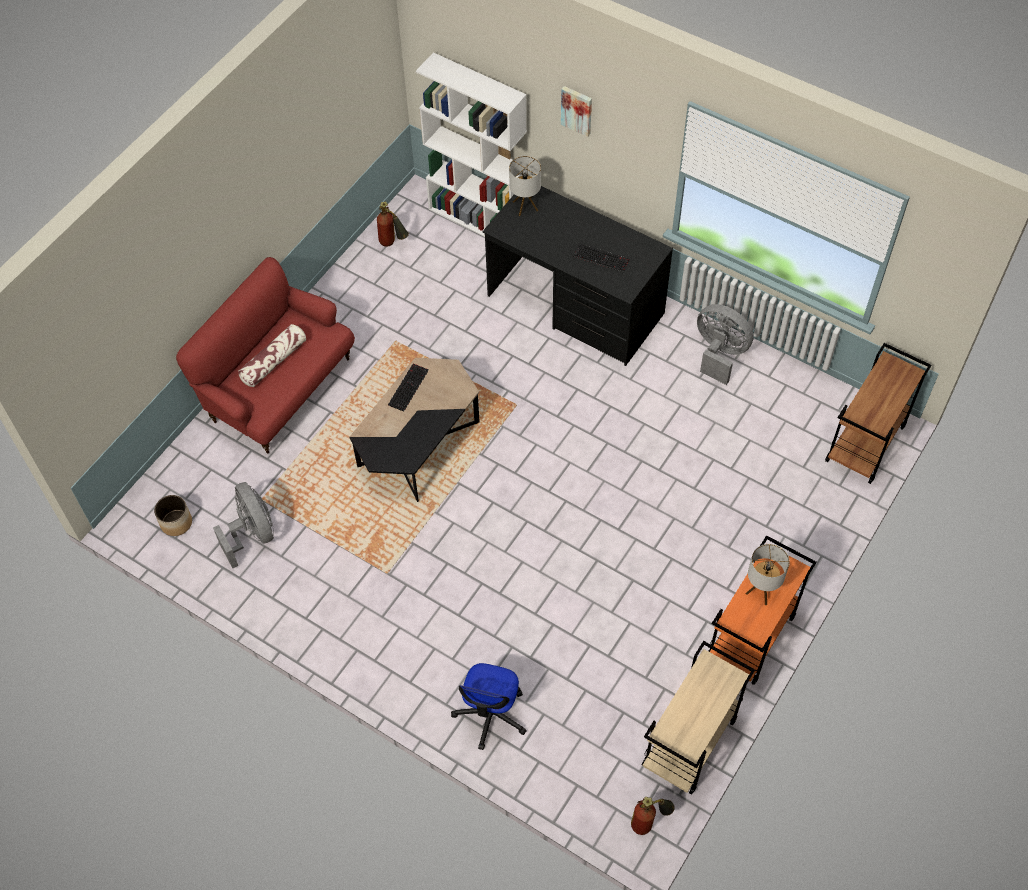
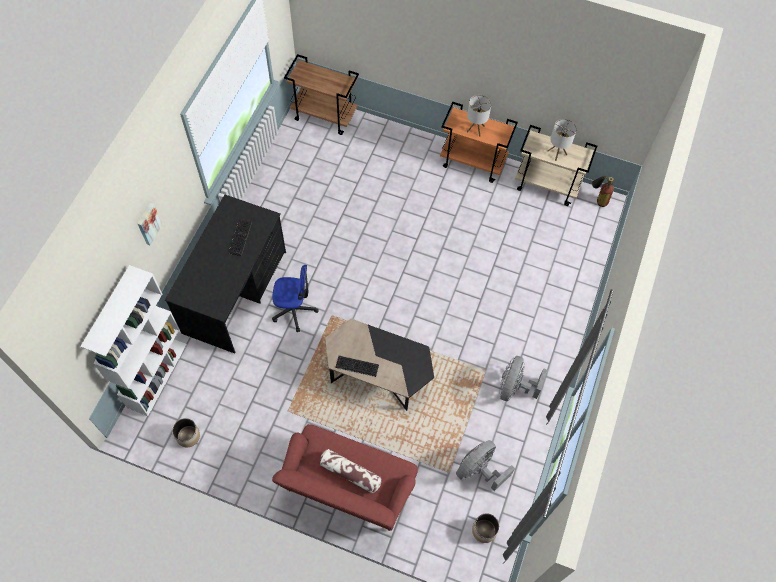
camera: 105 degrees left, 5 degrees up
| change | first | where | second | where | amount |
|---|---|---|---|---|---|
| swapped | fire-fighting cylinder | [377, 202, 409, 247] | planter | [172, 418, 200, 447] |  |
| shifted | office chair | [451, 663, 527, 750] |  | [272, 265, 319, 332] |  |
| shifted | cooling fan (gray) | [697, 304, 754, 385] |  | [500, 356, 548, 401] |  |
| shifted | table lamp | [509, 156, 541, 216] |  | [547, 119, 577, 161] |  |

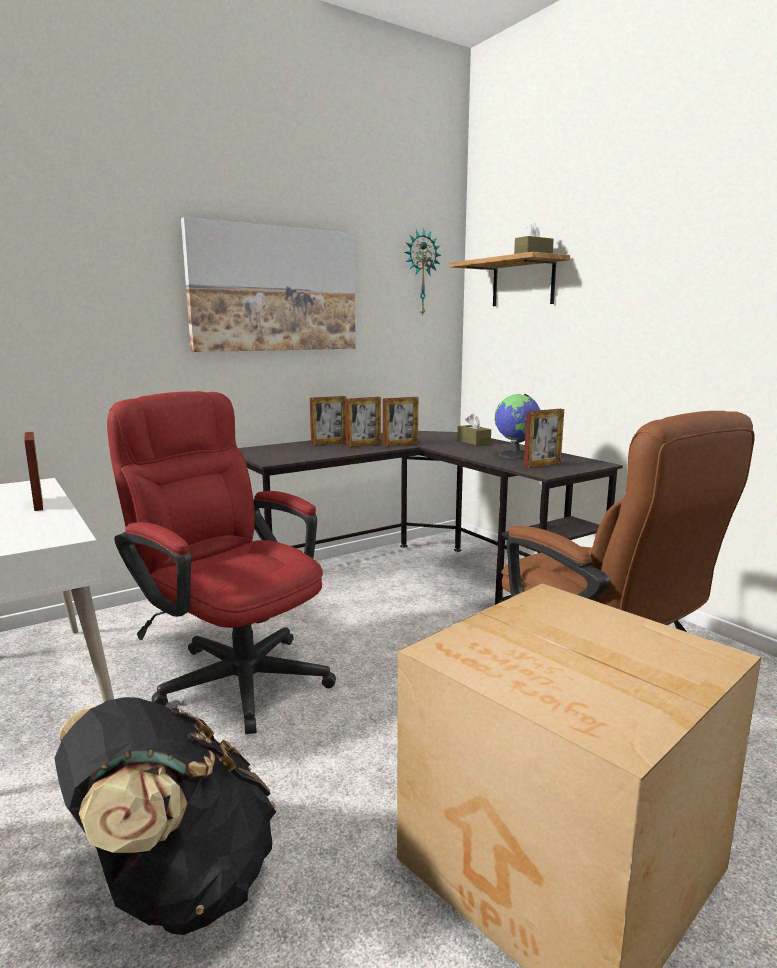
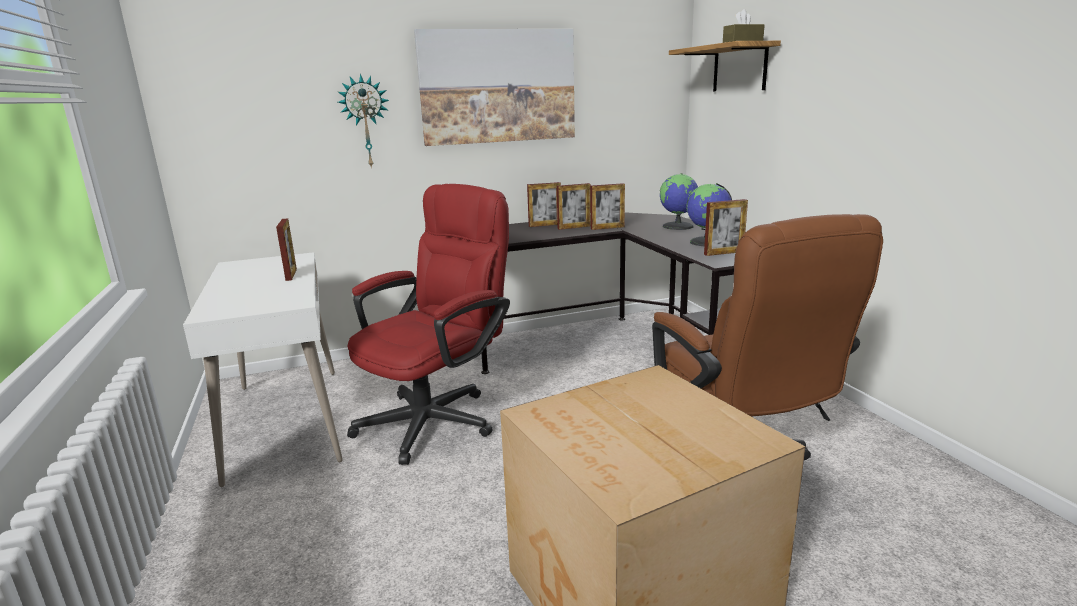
camera: 15 degrees right, 5 degrees up
| change | first | where | second | where | amount |
|---|---|---|---|---|---|
| shifted | clock on the wall | [405, 229, 441, 317] |  | [338, 74, 389, 169] |  |
| rotated | office chair (reddish) | [107, 391, 336, 734] |  | [347, 184, 510, 465] | 75 degrees clockwise |
| swapped | box of tissues (brown-coloured) | [457, 413, 491, 446] | desk globe | [660, 173, 698, 230] |  |
| gone | rucksack (blackish) | [54, 697, 276, 935] |  |  |  |

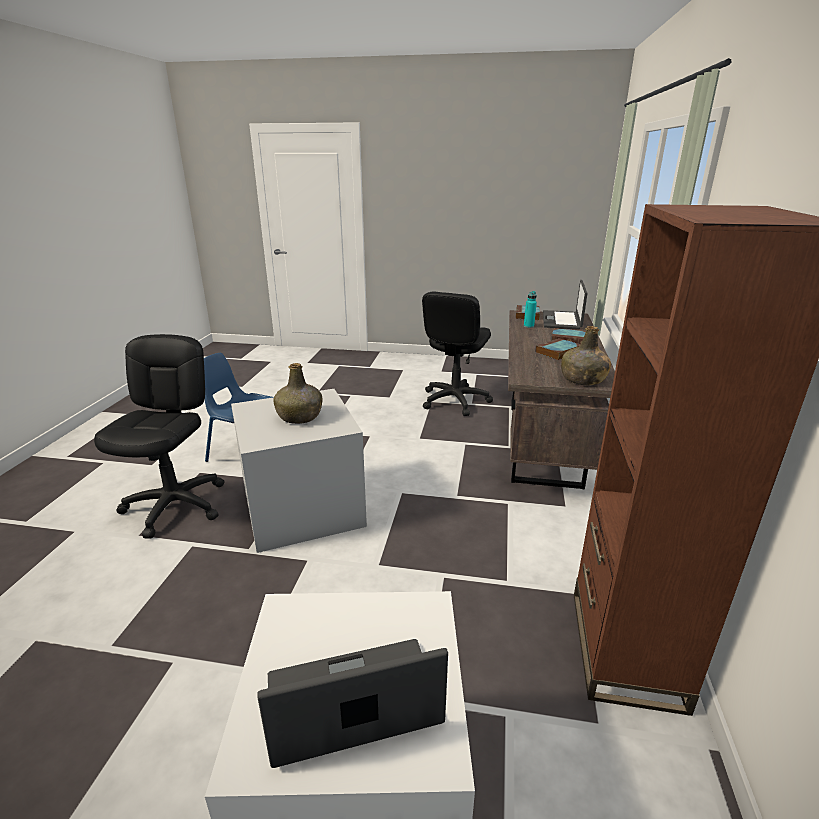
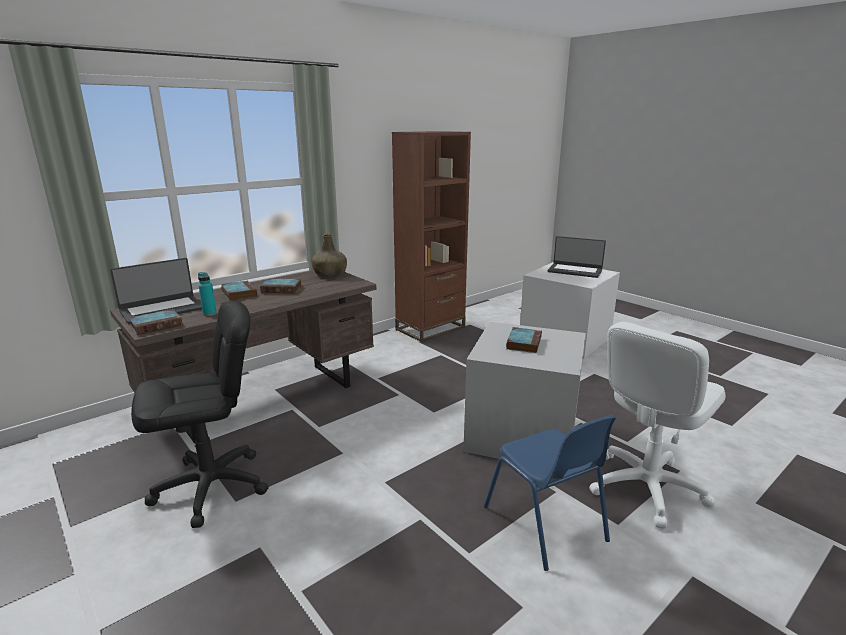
camera: 140 degrees left, 5 degrees down
| change | first | where | second | where | amount |
|---|---|---|---|---|---|
| swapped | beverage bottle (green-coloured) | [273, 363, 323, 424] | book | [506, 327, 542, 353] |  |
| repainted | office chair (blackish) | [94, 334, 224, 539] | office chair (whitish) | [589, 322, 726, 529] |  |

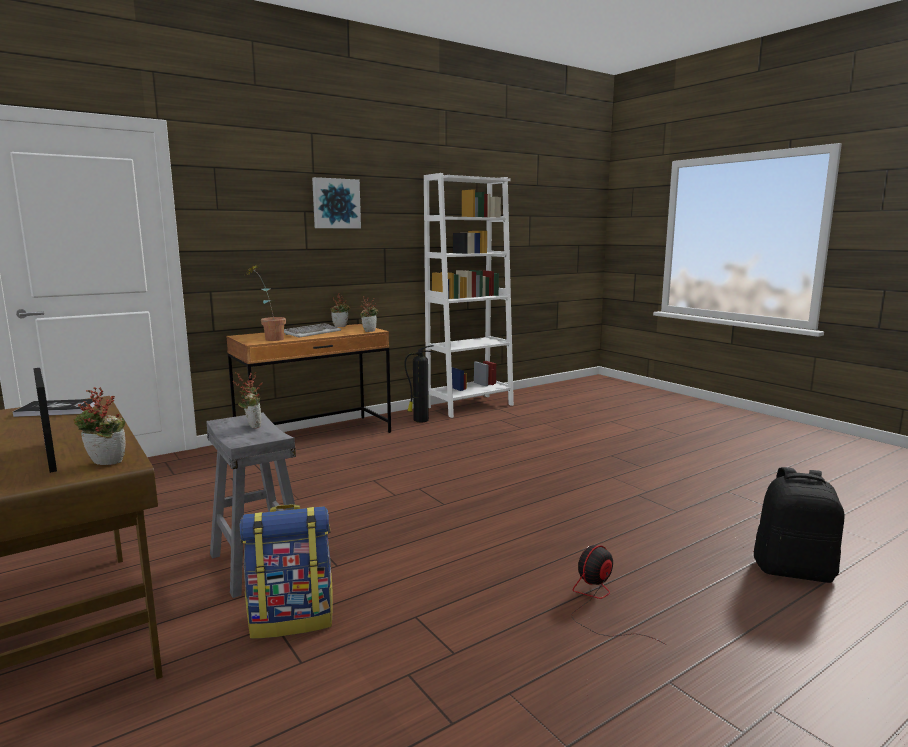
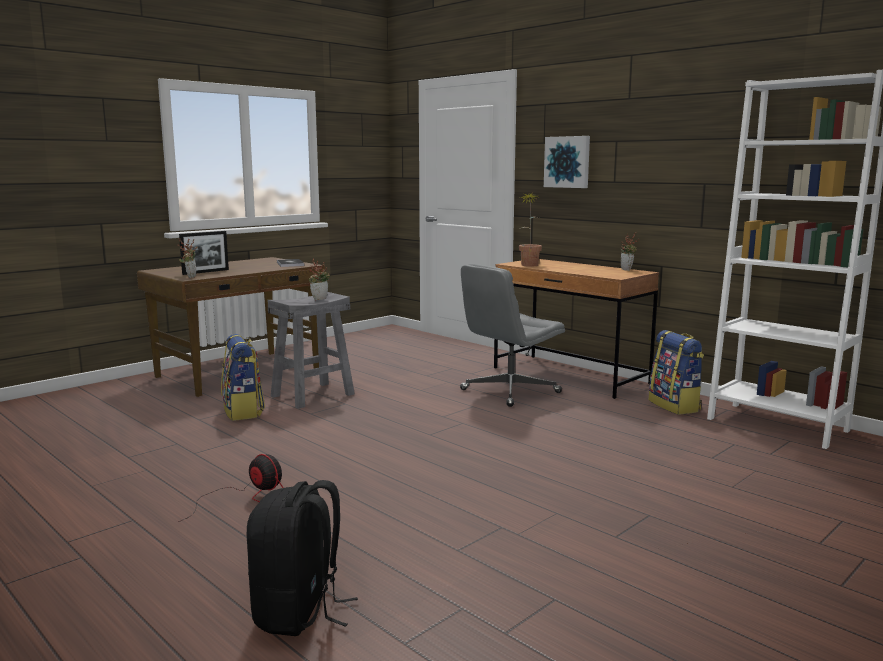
camera: 80 degrees right, 0 degrees up
| change | first | where | second | where | amount |
|---|---|---|---|---|---|
| new |  |  | office chair (gray) | [460, 264, 565, 407] |  |
| shifted | wall picture | [312, 177, 361, 228] |  | [544, 136, 590, 188] |  |
| swapped | fire-fighting cylinder | [405, 345, 434, 422] | rucksack | [649, 330, 704, 415] |  |
| gone | keyboard | [284, 323, 341, 338] |  |  |  |
| gone | houseplant | [360, 296, 378, 332] |  |  |  |

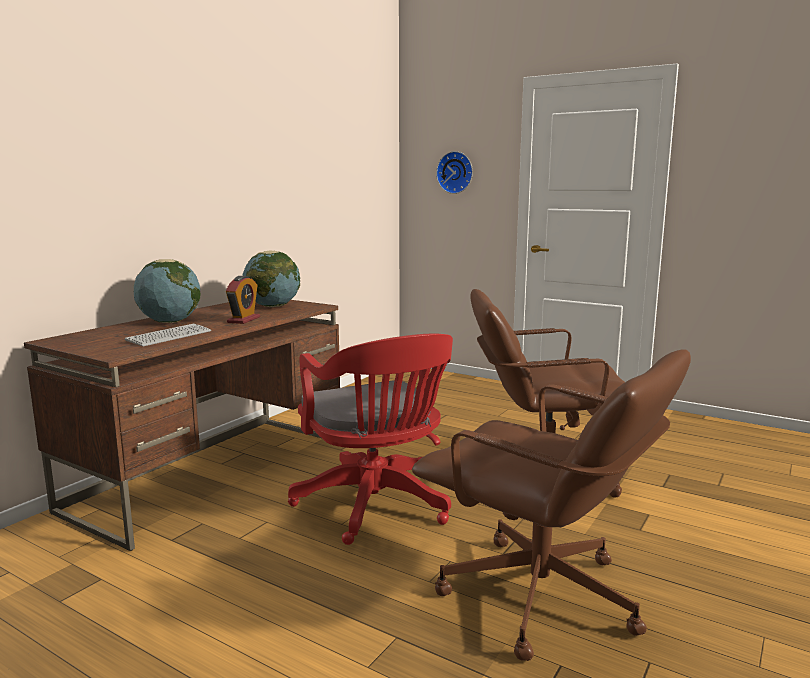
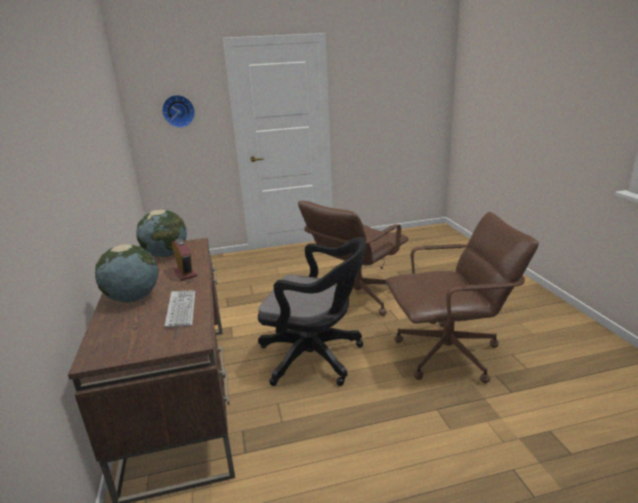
camera: 45 degrees left, 10 degrees up
| change | first | where | second | where | amount |
|---|---|---|---|---|---|
| repainted | office chair (reddish) | [288, 333, 453, 545] | office chair (blackish) | [258, 237, 366, 386] |  |

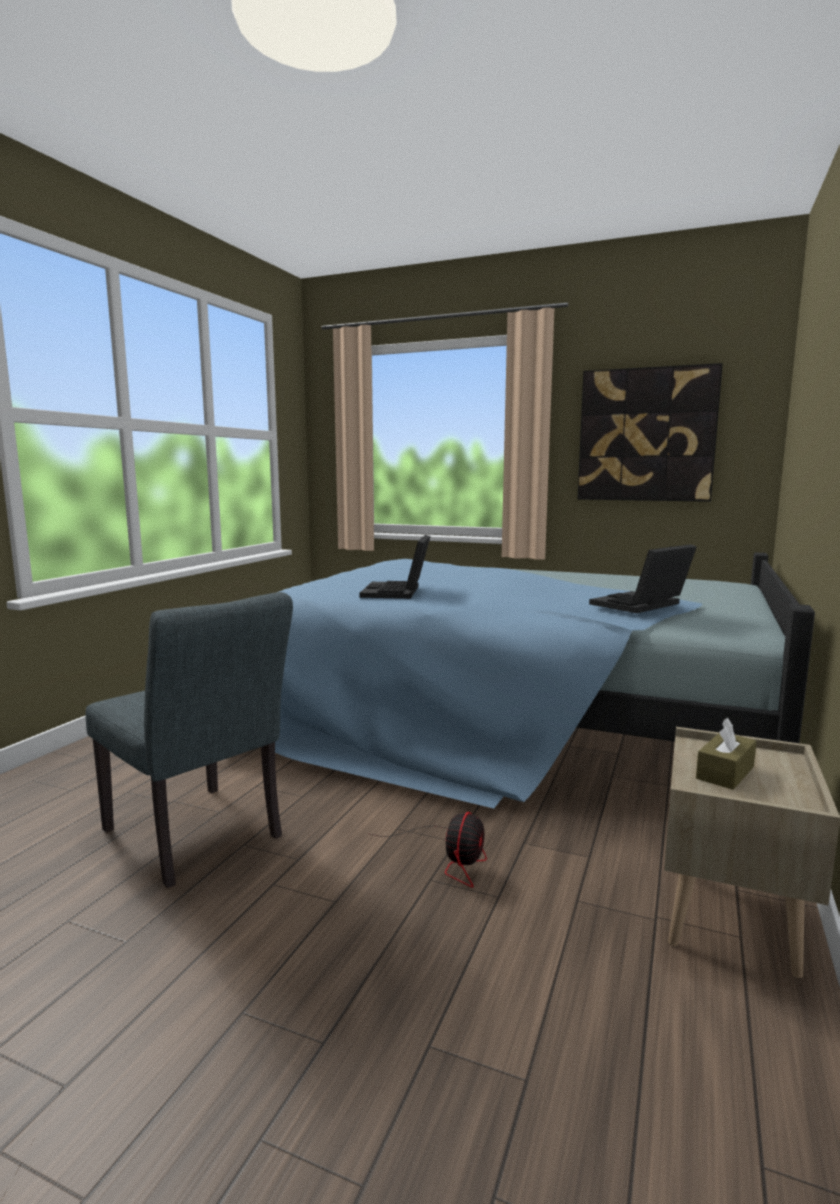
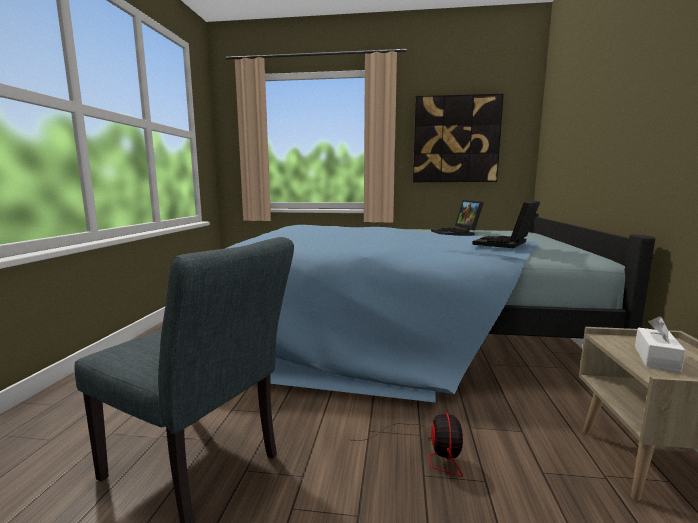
camera: 15 degrees left, 0 degrees up
| change | first | where | second | where | amount |
|---|---|---|---|---|---|
| shifted | portable computer | [359, 535, 430, 599] |  | [431, 200, 484, 236] |  |
| repainted | box of tissues (brown-coloured) | [696, 718, 757, 790] | box of tissues (whitish) | [635, 316, 686, 372] |  |

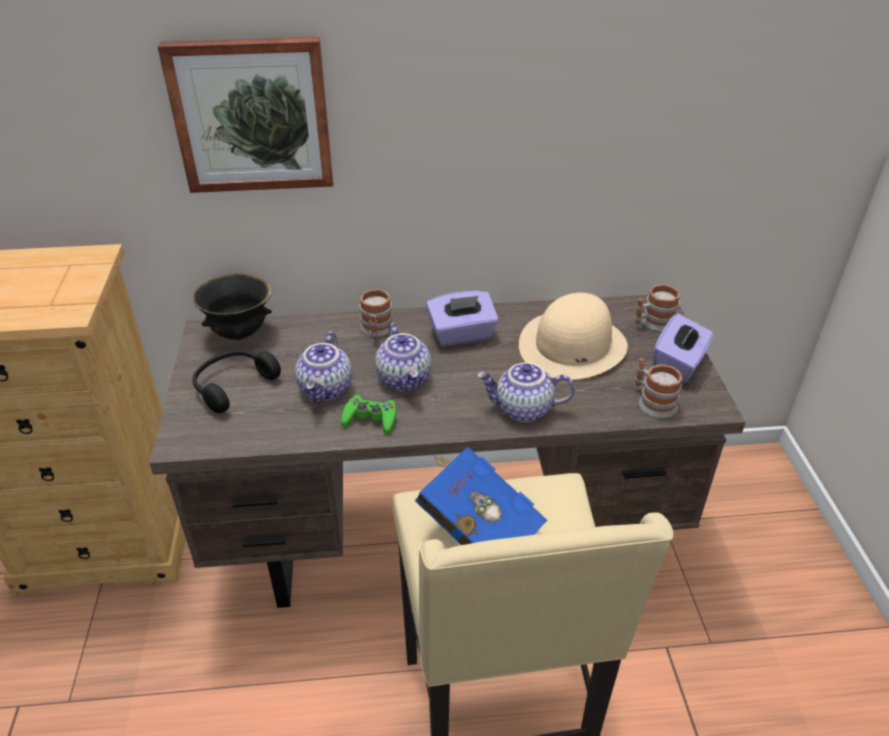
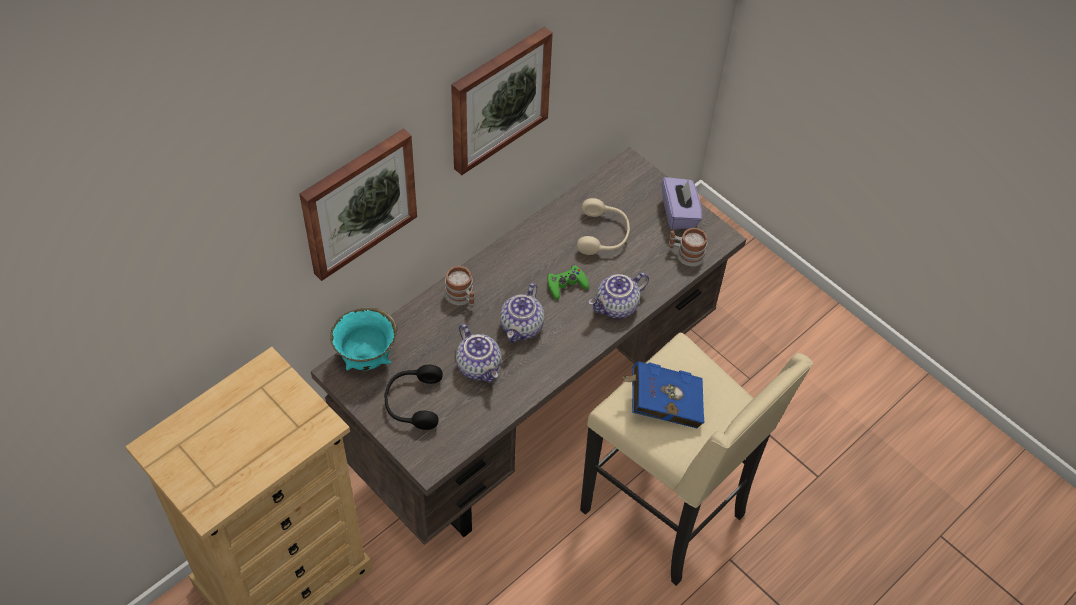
camera: 40 degrees left, 15 degrees up
| change | first | where | second | where | amount |
|---|---|---|---|---|---|
| repainted | deep dish (blackish) | [193, 273, 272, 340] | deep dish (blue-green) | [330, 308, 397, 370] |  |
| new |  |  | wall picture | [451, 26, 553, 175] |  |
| rotated | pot for tea | [375, 323, 431, 392] |  | [500, 283, 545, 342] | 75 degrees clockwise |
| shifted | game controller (green-coloured) | [341, 394, 396, 435] |  | [547, 265, 589, 300] |  |
| swapped | hat (beige) | [519, 293, 628, 380] | headset (beige) | [577, 198, 630, 255] |  |
| gone | box of tissues (purple) | [426, 291, 499, 346] |  |  |  |
| gone | mug | [634, 284, 680, 331] |  |  |  |

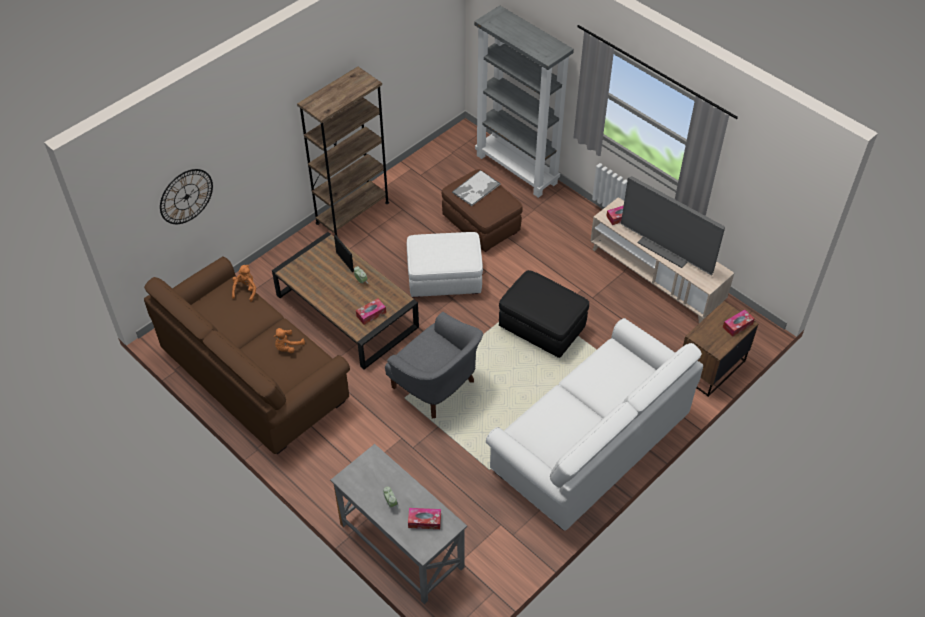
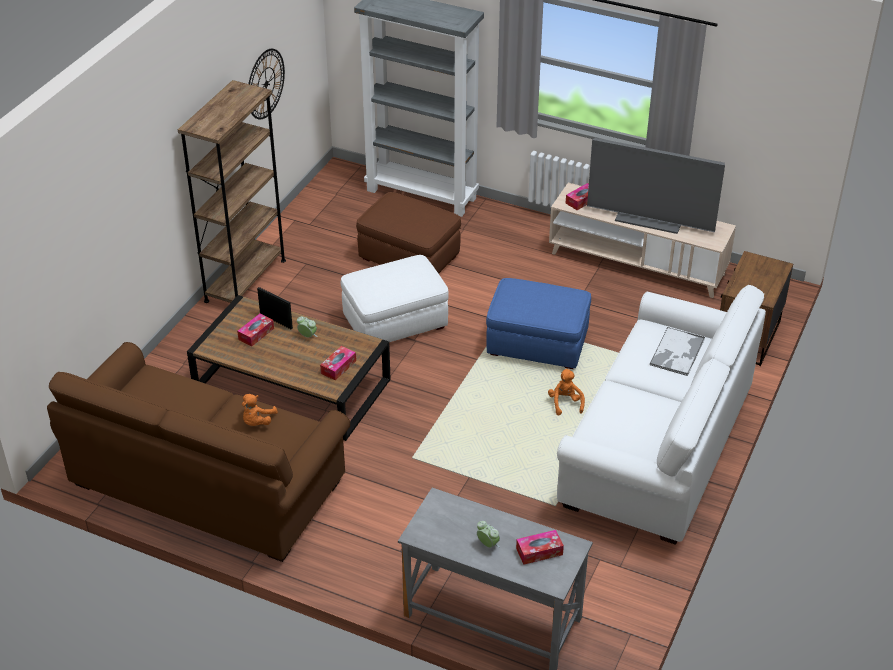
camera: 20 degrees left, 10 degrees down
| change | first | where | second | where | amount |
|---|---|---|---|---|---|
| shifted | box of tissues | [723, 309, 755, 337] |  | [237, 313, 274, 346] |  |
| shifted | clock on the wall | [160, 169, 213, 224] |  | [248, 49, 285, 119] |  |
| repainted | ottoman (blackish) | [499, 270, 589, 358] | ottoman (bluish) | [486, 278, 591, 369] |  |
| shifted | plush toy (orange) | [232, 265, 256, 302] |  | [548, 369, 585, 416] |  |
| shifted | tray | [452, 170, 501, 206] |  | [649, 327, 705, 376] |  |
| gone | lounge chair (gray) | [385, 312, 483, 418] |  |  |  |

